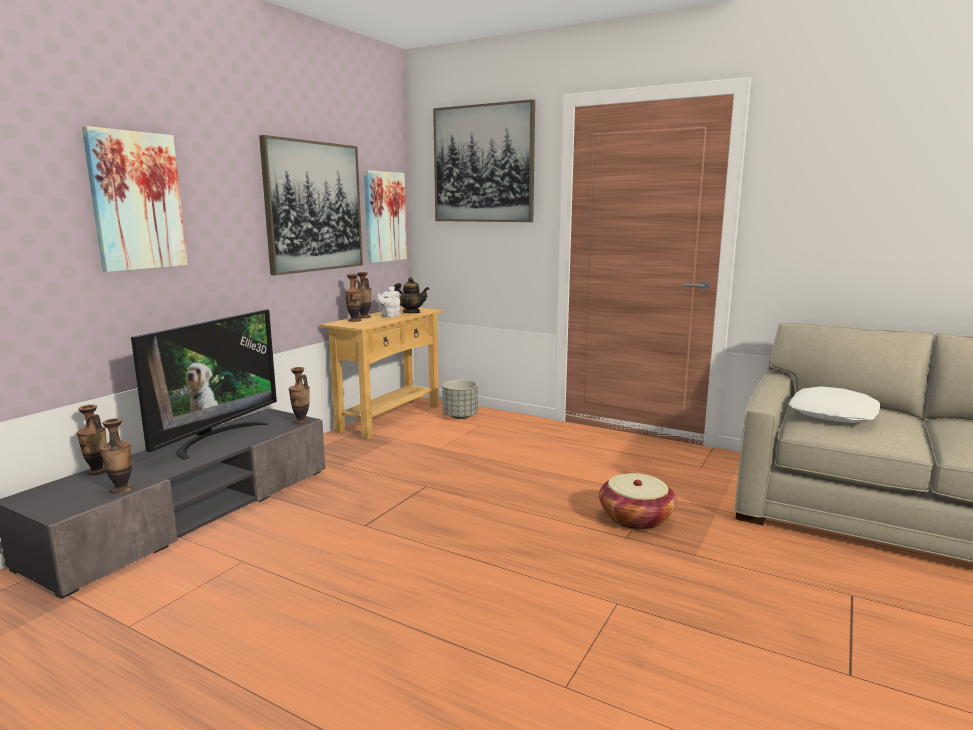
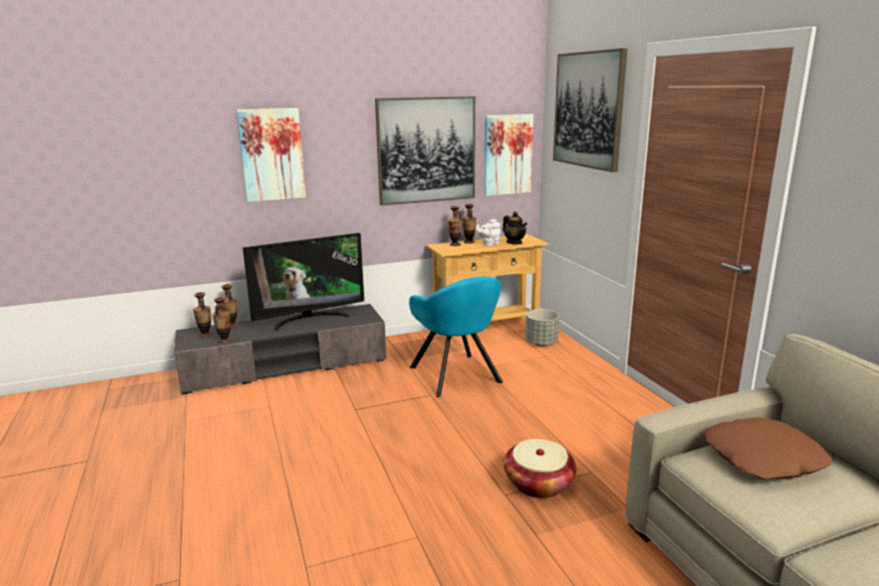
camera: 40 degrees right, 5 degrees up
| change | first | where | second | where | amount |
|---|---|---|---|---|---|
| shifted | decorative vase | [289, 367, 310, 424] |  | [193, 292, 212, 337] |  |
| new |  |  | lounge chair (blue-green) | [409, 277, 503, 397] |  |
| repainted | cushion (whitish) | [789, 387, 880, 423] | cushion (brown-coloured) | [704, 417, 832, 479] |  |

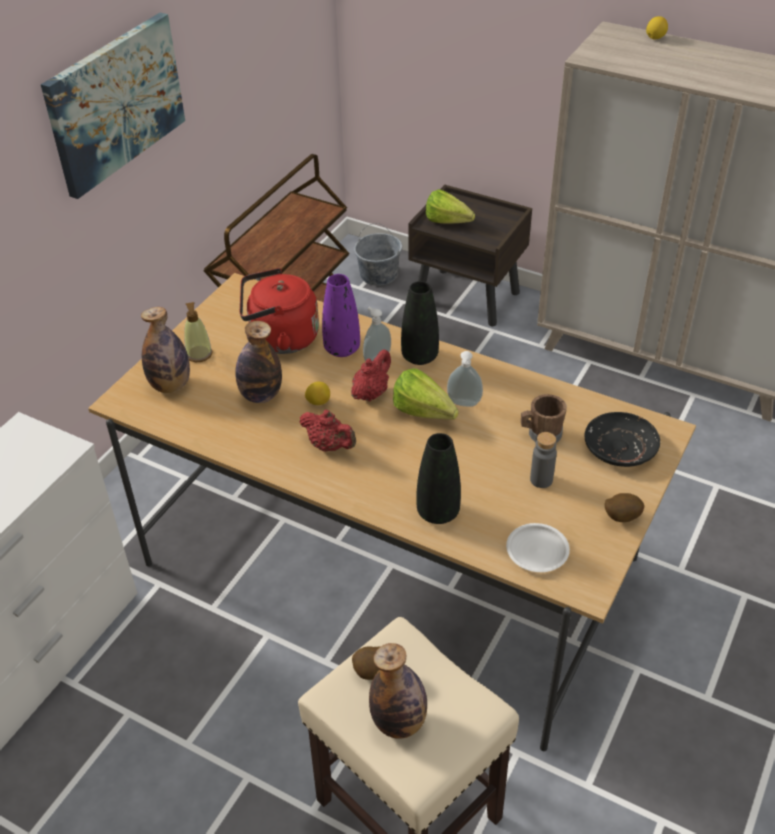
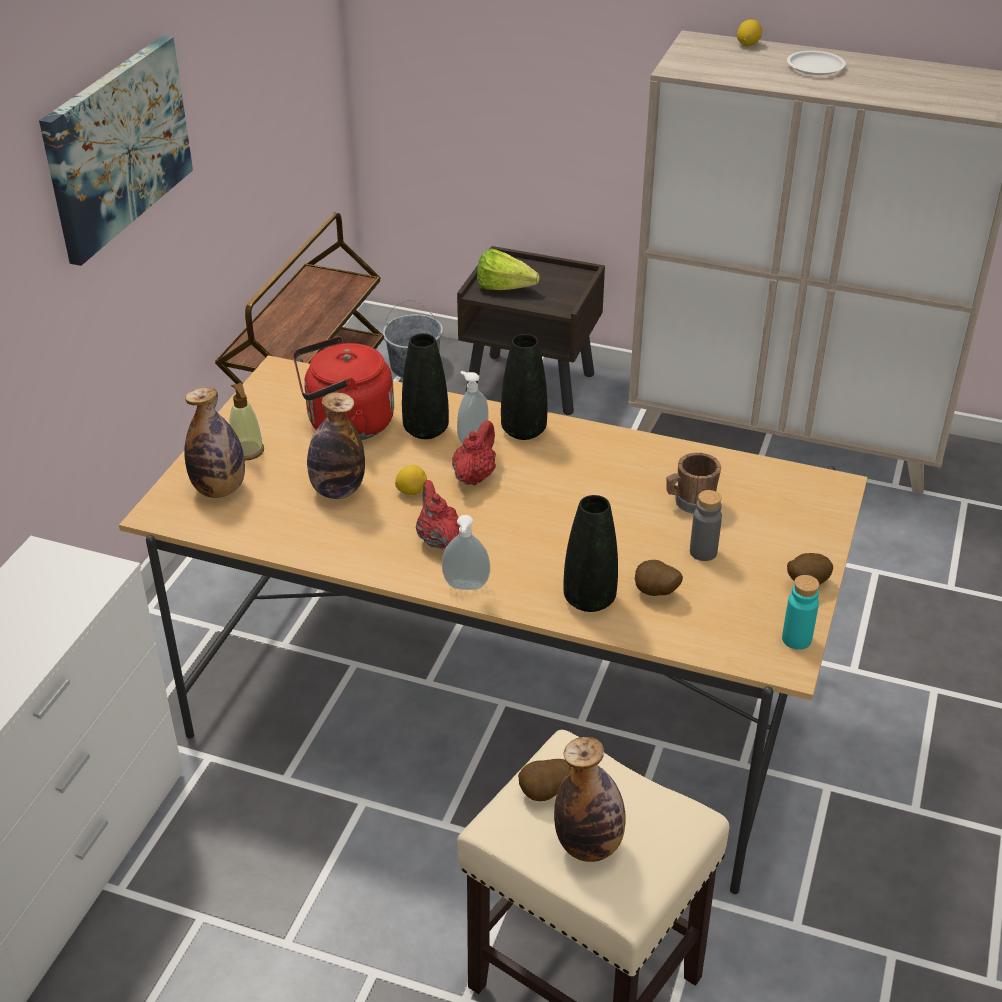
camera: 10 degrees left, 5 degrees down
| change | first | where | second | where | amount |
|---|---|---|---|---|---|
| repainted | decorative vase (purple) | [322, 274, 360, 357] | decorative vase (blackish) | [402, 333, 449, 439] |  |
| rotated | pot for tea (reddish) | [299, 410, 356, 452] |  | [416, 480, 460, 550] | 135 degrees counterclockwise |
| shifted | soap dispenser | [447, 351, 483, 407] |  | [442, 515, 490, 590] |  |
| new |  |  | whole potato | [635, 560, 683, 596] |  |
| new |  |  | beverage bottle (blue-green) | [782, 575, 819, 650] |  |
| shifted | plate (whitish) | [506, 523, 570, 572] |  | [787, 51, 846, 75] |  |
| gone | head of lettuce | [393, 368, 459, 420] |  |  |  |
| gone | plate (blackish) | [585, 412, 660, 467] |  |  |  |

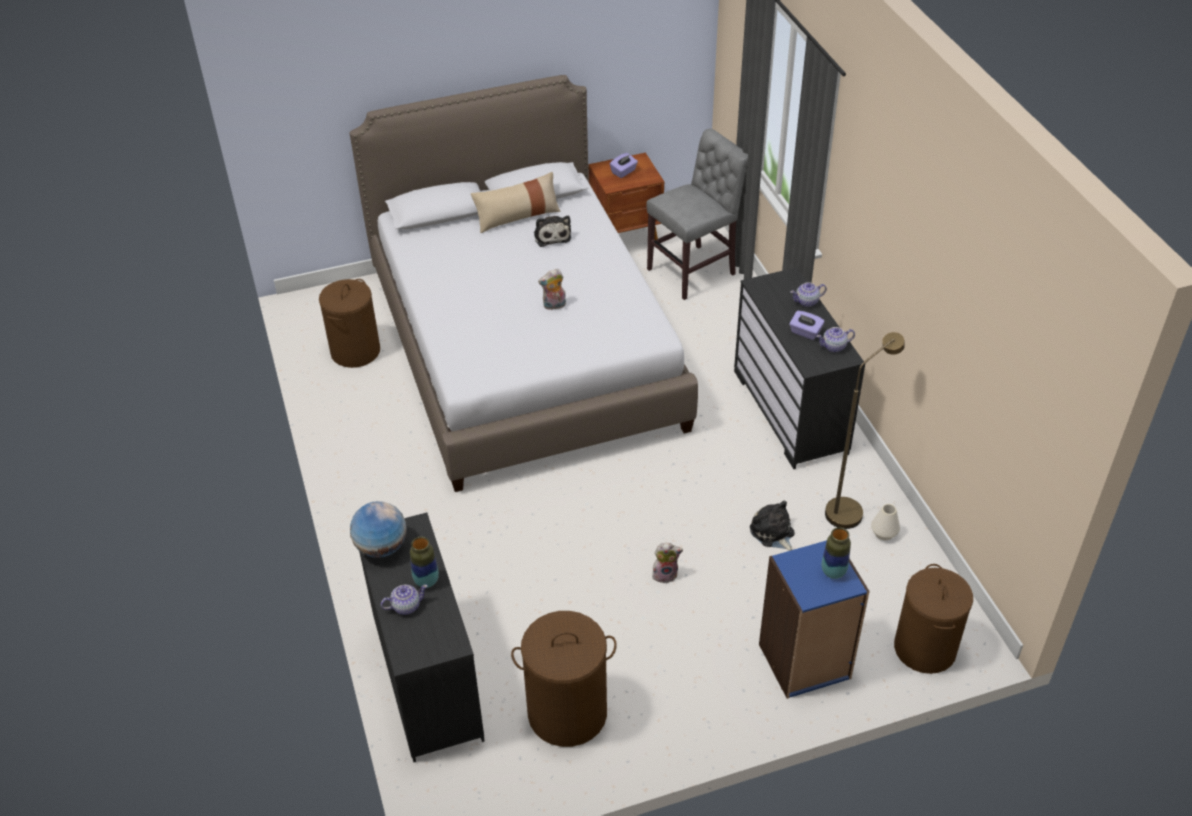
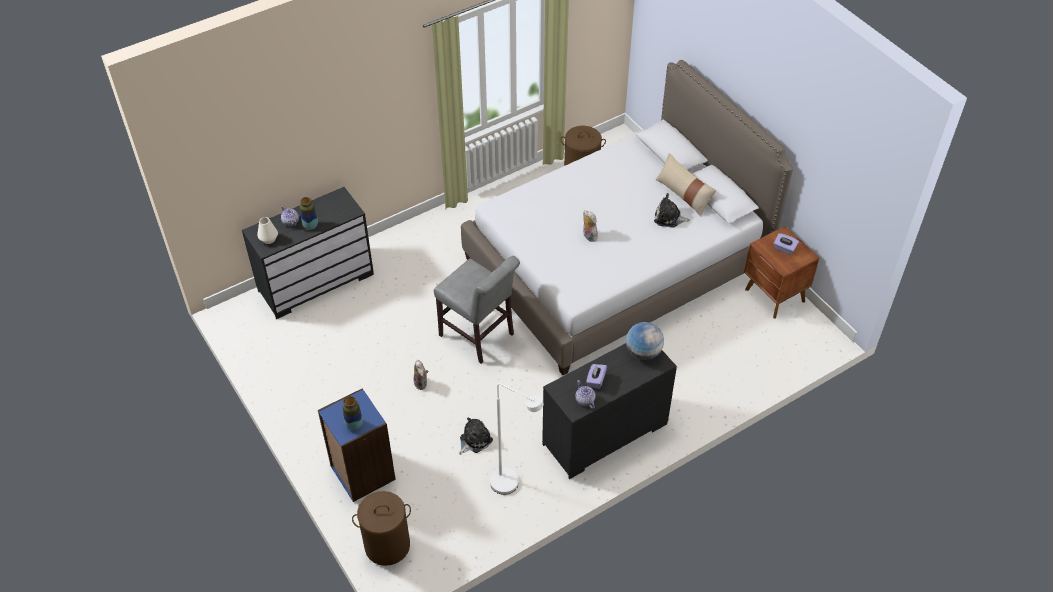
camera: 75 degrees right, 5 degrees up
| change | first | where | second | where | amount |
|---|---|---|---|---|---|
| shifted | decorative vase (whitish) | [871, 504, 900, 540] |  | [257, 217, 278, 244] |  |
| shifted | plain chair (gray) | [647, 129, 748, 300] |  | [434, 256, 520, 364] |  |
| repainted | standing lamp (brown-coloured) | [825, 332, 905, 529] | standing lamp (whitish) | [490, 383, 544, 495] |  |
| shifted | desk globe | [350, 501, 407, 558] |  | [626, 322, 664, 360] |  |
| rotated | plush toy | [534, 216, 571, 247] |  | [654, 193, 690, 228] | 45 degrees clockwise |
| gone | hamper (brown-coloured) | [511, 611, 617, 747] |  |  |  |
| gone | pot for tea | [790, 282, 827, 307] |  |  |  |

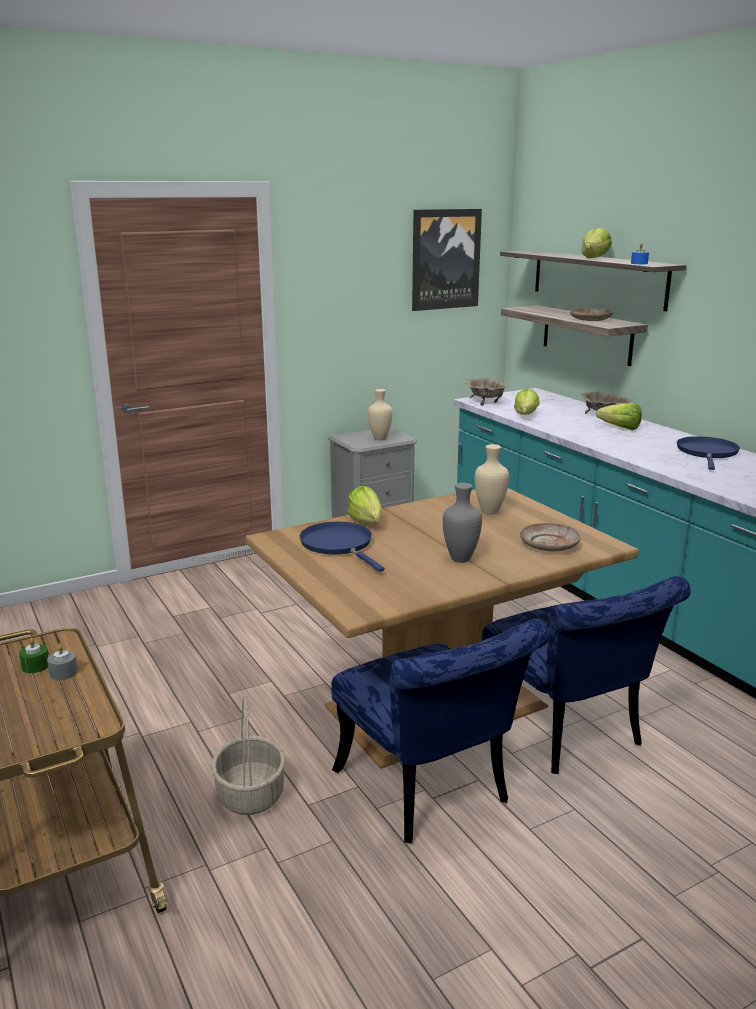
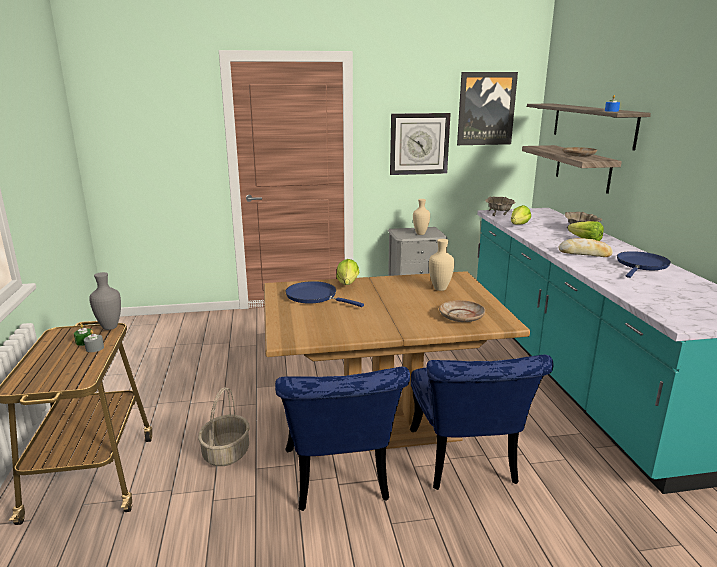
camera: 20 degrees right, 0 degrees up
| change | first | where | second | where | amount |
|---|---|---|---|---|---|
| shifted | decorative vase (gray) | [443, 483, 482, 563] |  | [89, 272, 121, 330] |  |
| rotated | frying pan (bluish) | [300, 522, 385, 572] |  | [286, 281, 364, 307] | 45 degrees counterclockwise |
| new |  |  | clock on the wall | [390, 113, 451, 175] |  |
| new |  |  | bread | [559, 238, 613, 257] |  |
| gone | head of lettuce | [581, 228, 612, 258] |  |  |  |

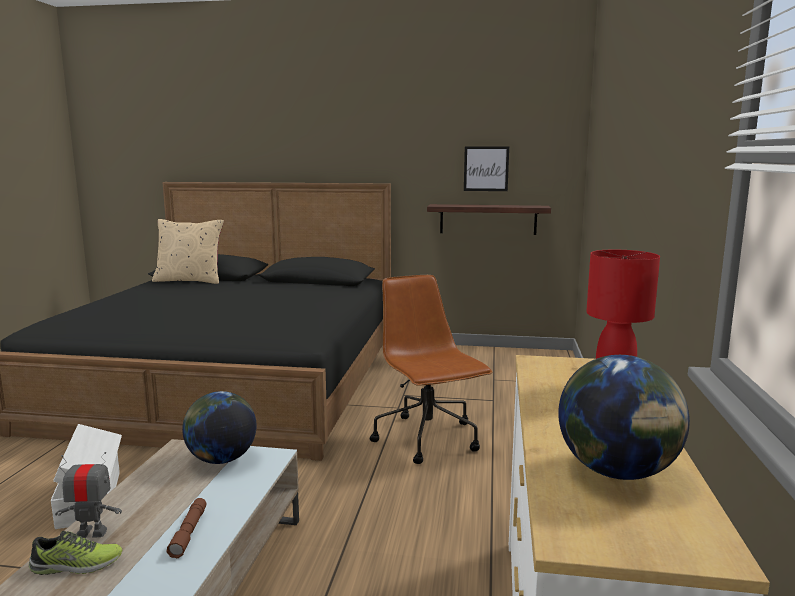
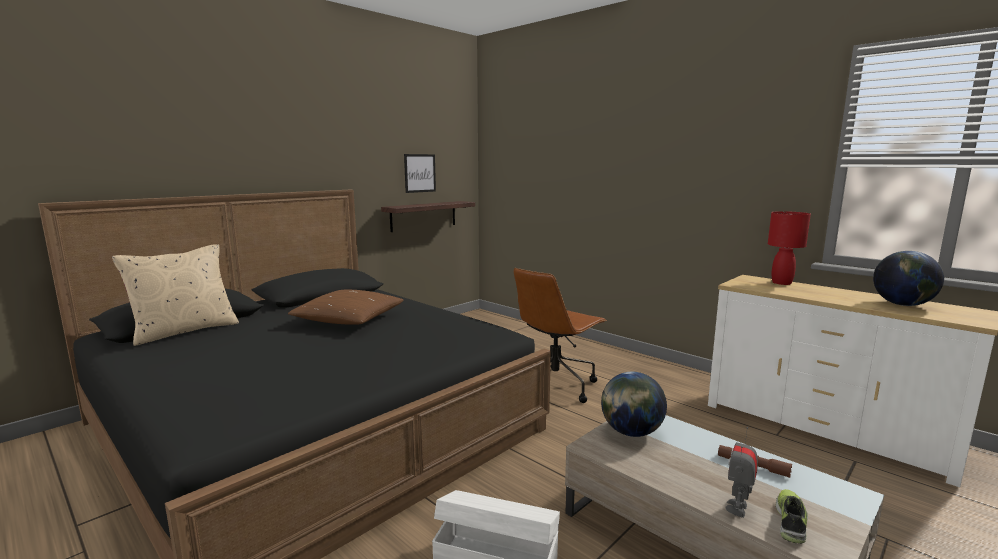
camera: 55 degrees left, 0 degrees up
| change | first | where | second | where | amount |
|---|---|---|---|---|---|
| new |  |  | cushion (brown-coloured) | [288, 290, 404, 325] |  |
| rotated | office chair (brown-coloured) | [370, 275, 492, 464] |  | [514, 268, 607, 403] | 60 degrees counterclockwise |

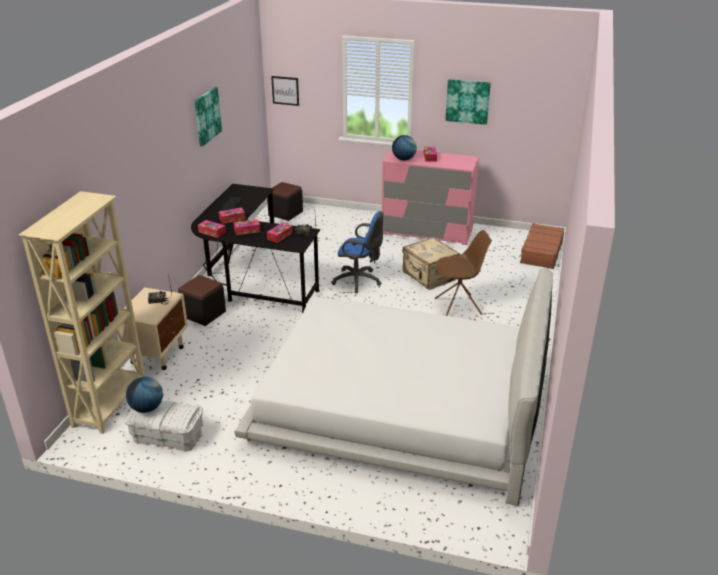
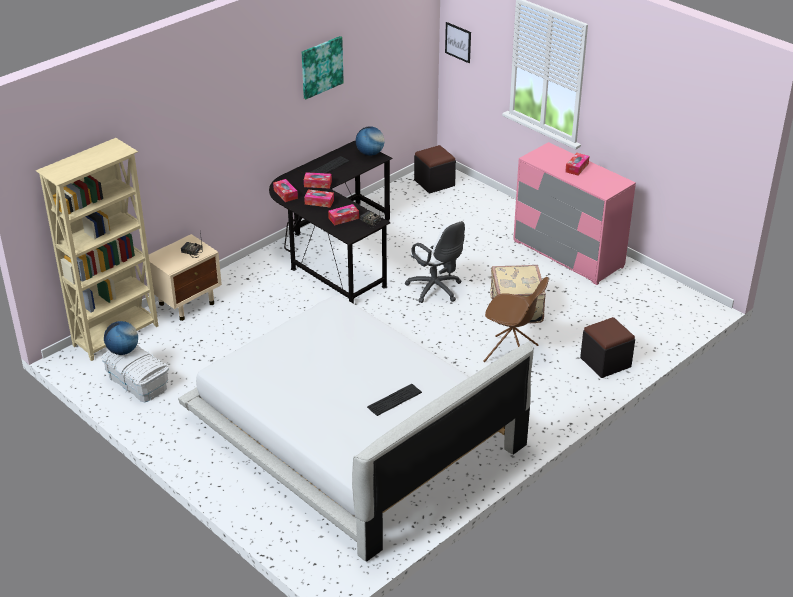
camera: 30 degrees right, 5 degrees up
| change | first | where | second | where | amount |
|---|---|---|---|---|---|
| shifted | desk globe | [392, 135, 417, 160] |  | [356, 126, 384, 156] |  |
| new |  |  | keyboard | [367, 384, 422, 416] |  |
| repainted | office chair (bluish) | [331, 211, 383, 293] | office chair (whitish) | [405, 220, 465, 303] |  |
| shifted | ottoman (blackish) | [178, 275, 226, 326] |  | [580, 317, 635, 378] |  |
| gone | wall picture | [445, 79, 491, 125] |  |  |  |
| gone | suitcase (brown-coloured) | [519, 223, 565, 269] |  |  |  |

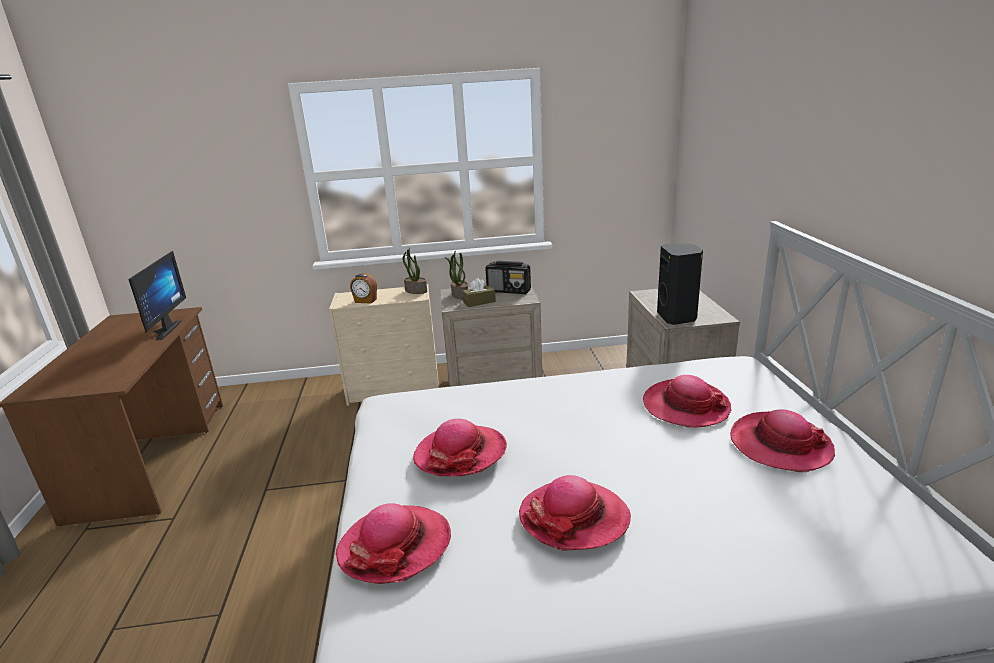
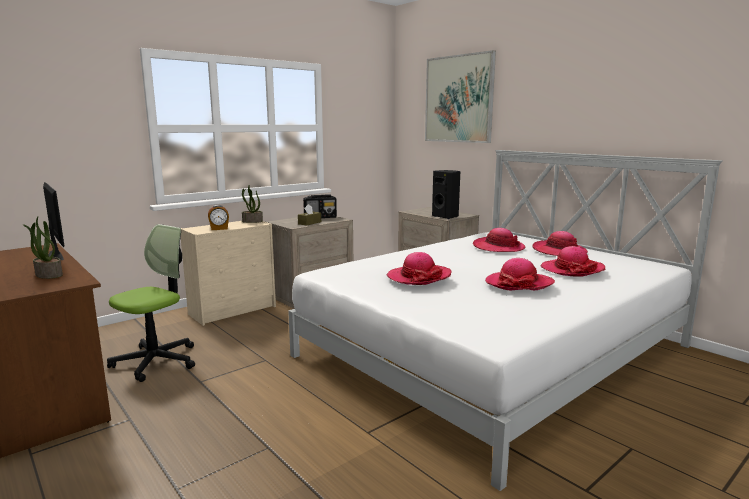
camera: 35 degrees left, 10 degrees down
| change | first | where | second | where | amount |
|---|---|---|---|---|---|
| shifted | houseplant | [445, 251, 468, 299] |  | [22, 217, 63, 279] |  |
| new |  |  | office chair | [107, 224, 195, 382] |  |
| new |  |  | wall picture | [425, 50, 496, 143] |  |
| shifted | hat | [335, 503, 451, 584] |  | [540, 246, 605, 277] |  |

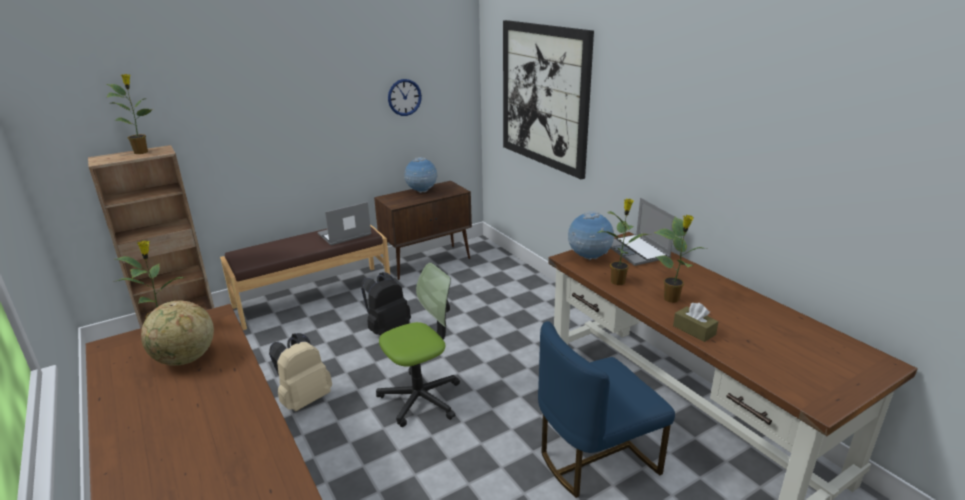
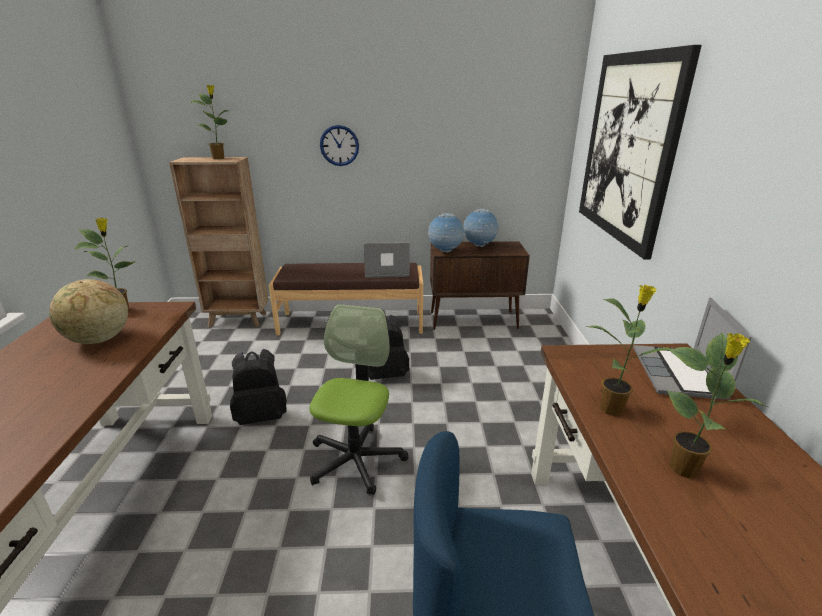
camera: 30 degrees right, 0 degrees up
| change | first | where | second | where | amount |
|---|---|---|---|---|---|
| repainted | rucksack (beige) | [269, 333, 332, 411] | rucksack (blackish) | [230, 349, 287, 425] |  |
| rotated | office chair | [376, 262, 460, 427] |  | [309, 304, 408, 495] | 75 degrees counterclockwise |
| shifted | clock on the wall | [388, 79, 422, 116] |  | [320, 125, 359, 166] |  |
| shifted | desk globe | [568, 211, 615, 260] |  | [428, 213, 464, 253] |  |
| gone | box of tissues (brown-coloured) | [673, 303, 718, 342] |  |  |  |

